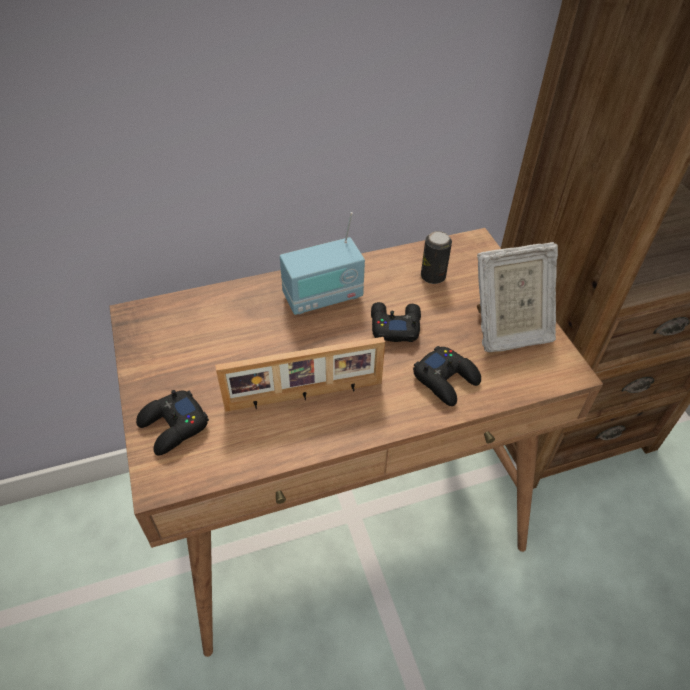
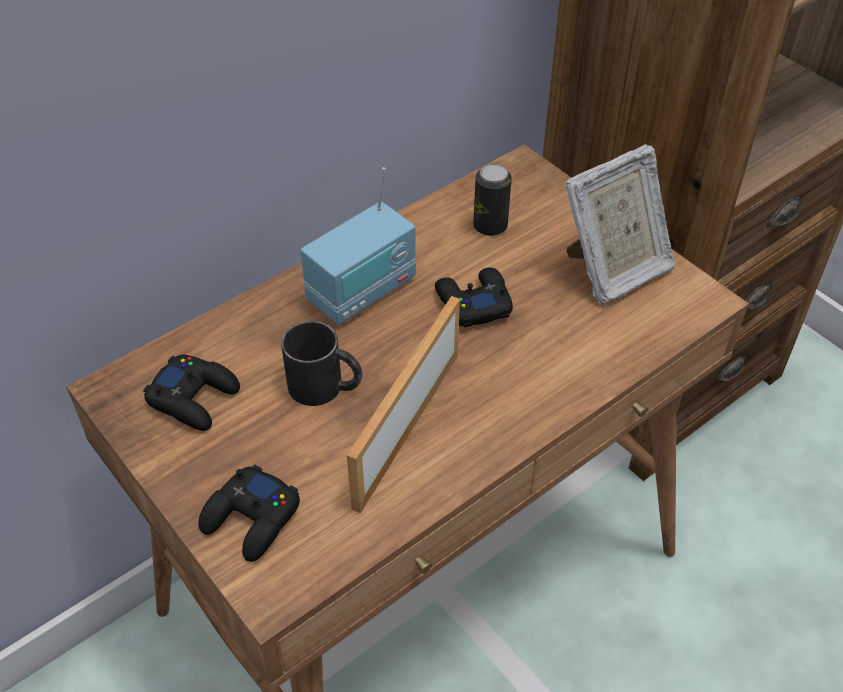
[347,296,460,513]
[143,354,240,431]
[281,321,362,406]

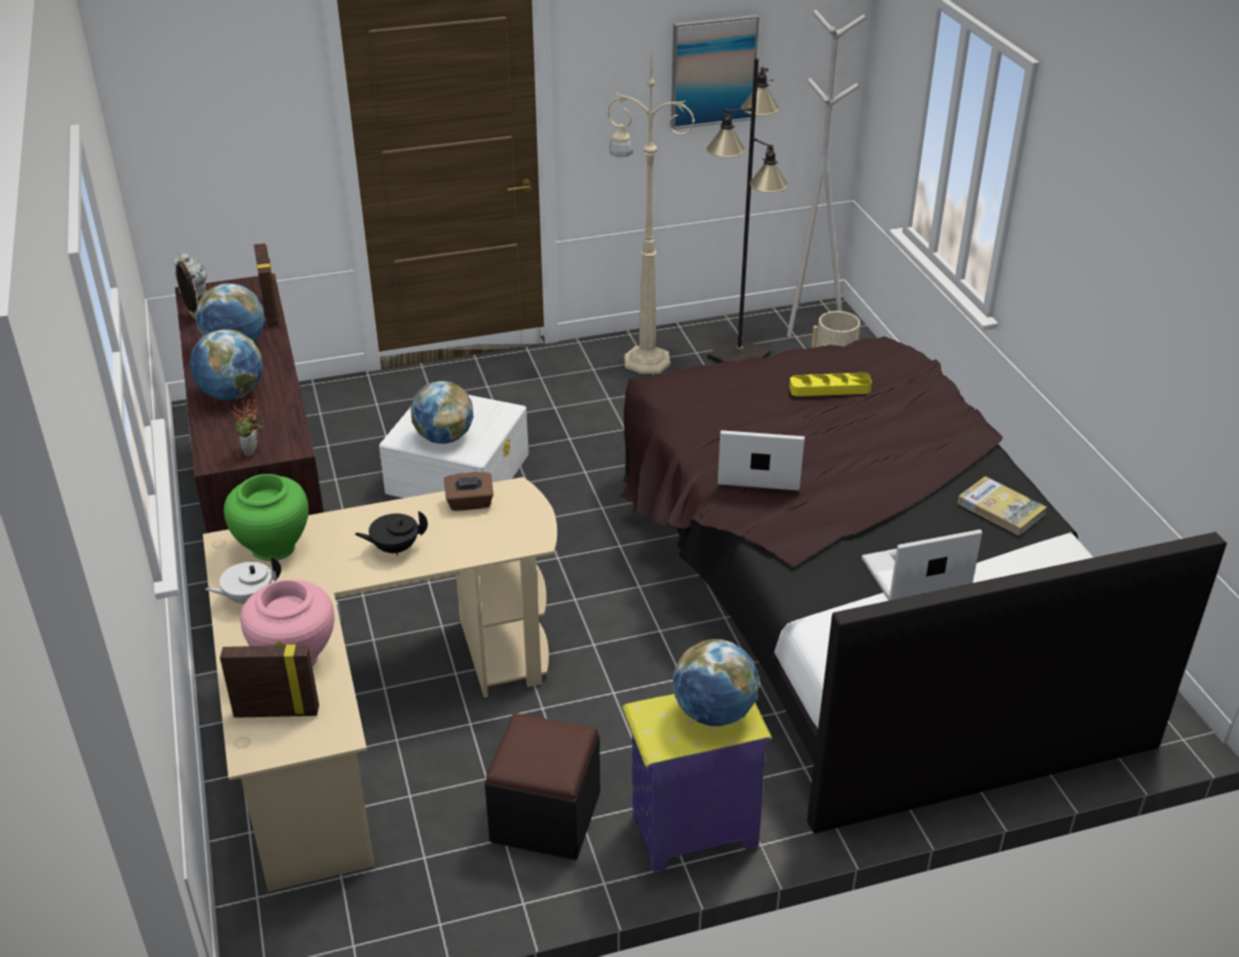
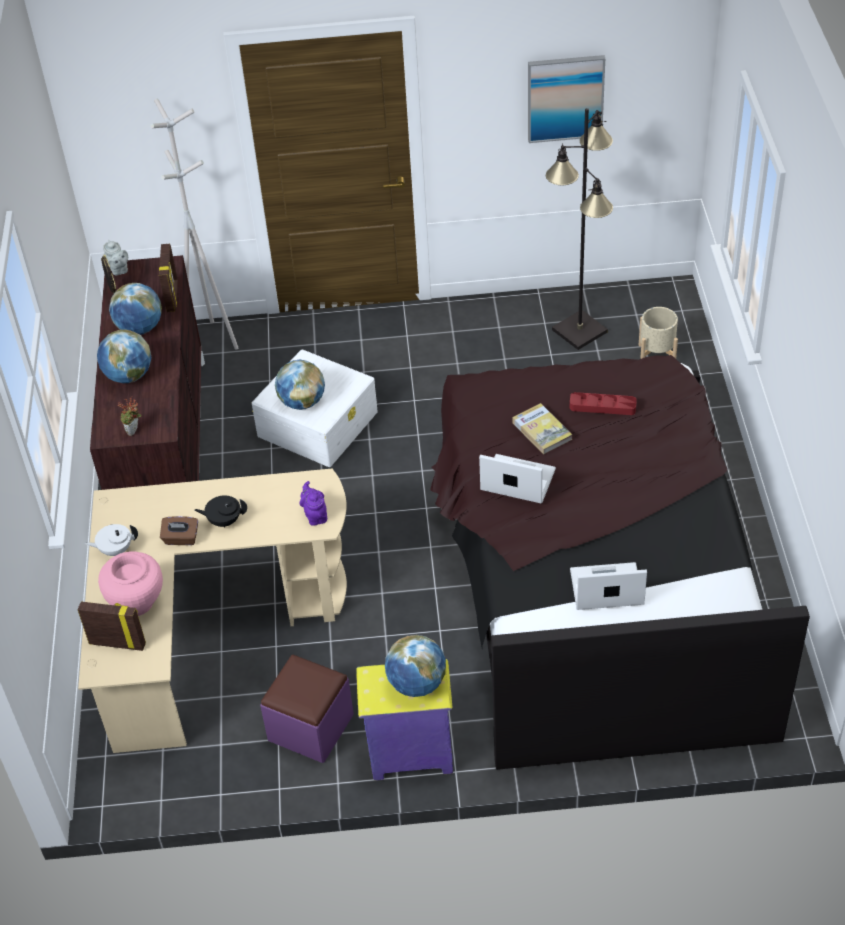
[150,99,239,349]
[607,47,695,374] (first image)
[570,392,637,415]
[160,516,198,545]
[224,474,309,561] (first image)
[512,403,572,454]
[260,655,354,763]
[299,481,327,526]

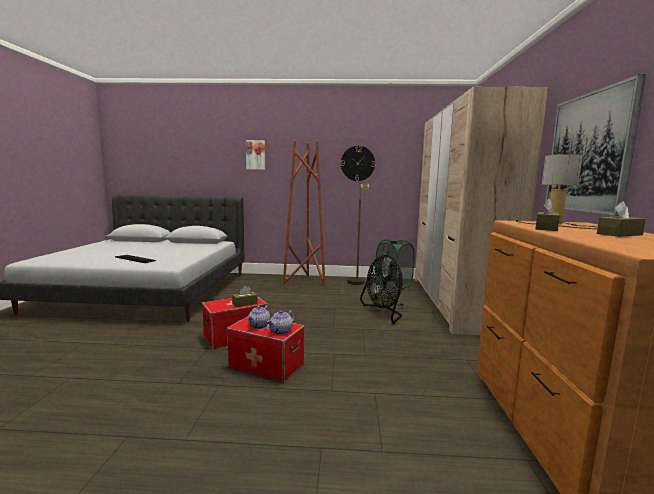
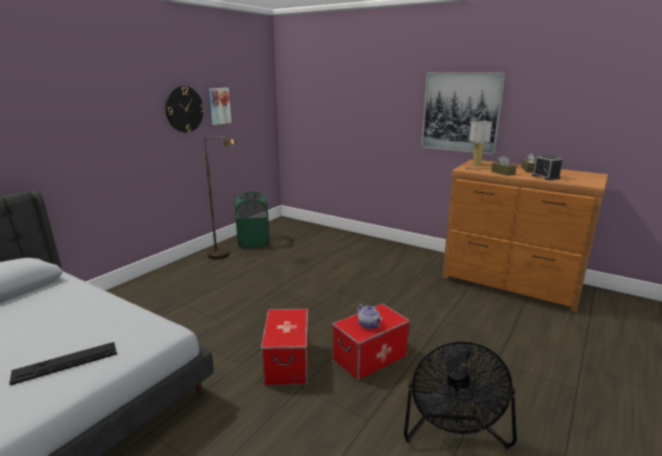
[415,87,548,335] (first image)
[209,88,232,125]
[283,140,326,286] (first image)
[404,341,517,450]
[232,286,257,307] (first image)
[267,310,295,335] (first image)
[532,155,563,180]

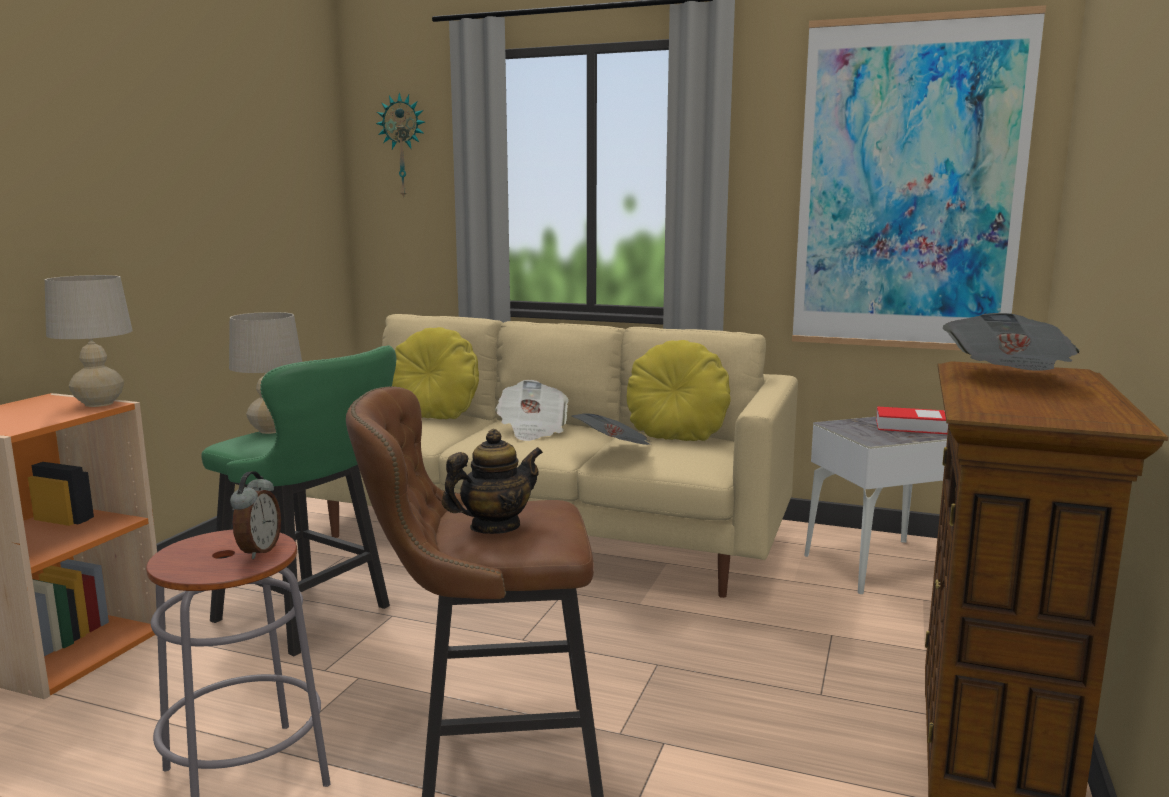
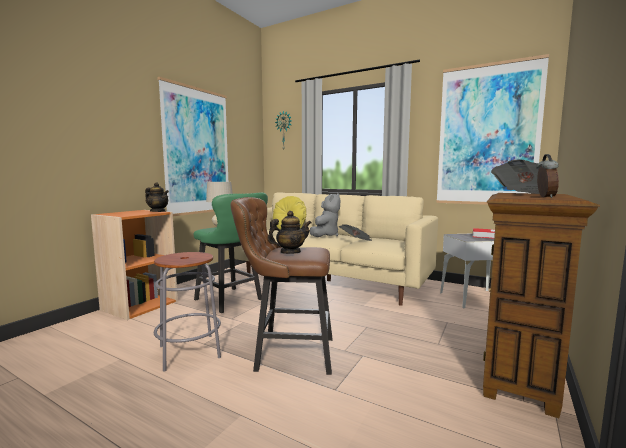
[145,182,169,212]
[627,340,731,441] (first image)
[310,193,341,237]
[537,154,559,198]
[157,77,228,216]

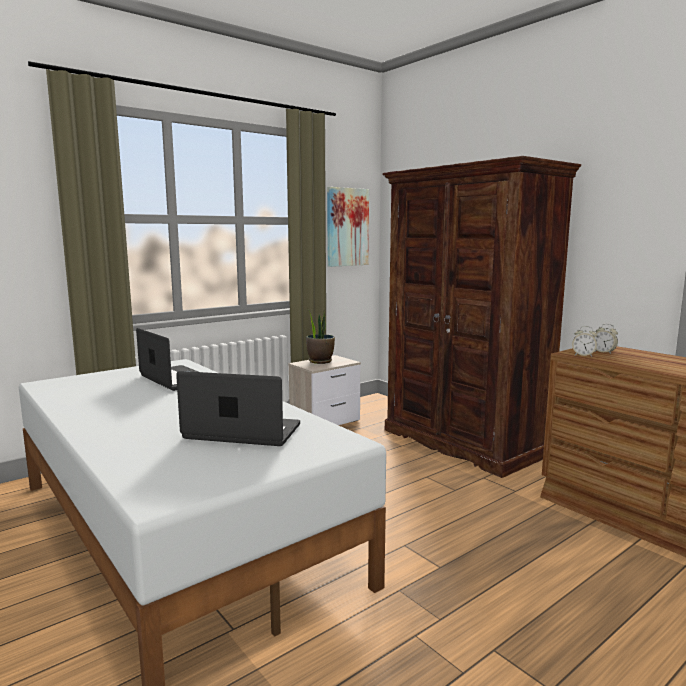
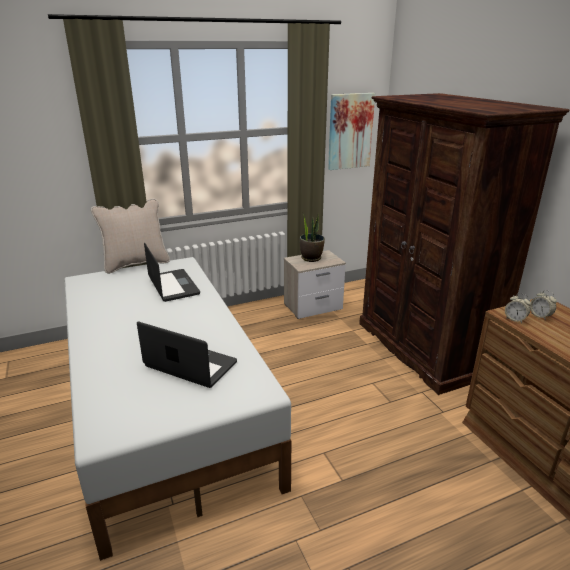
[91,199,170,274]

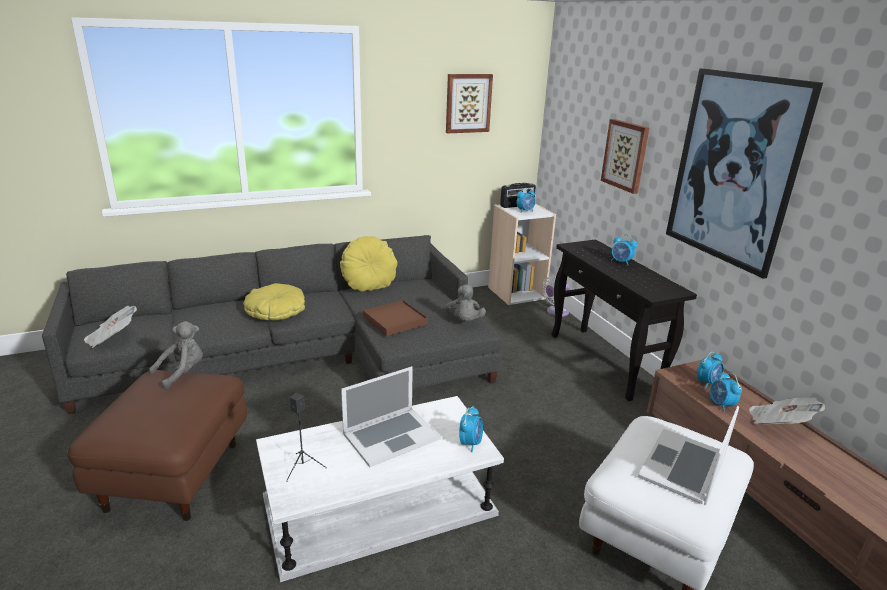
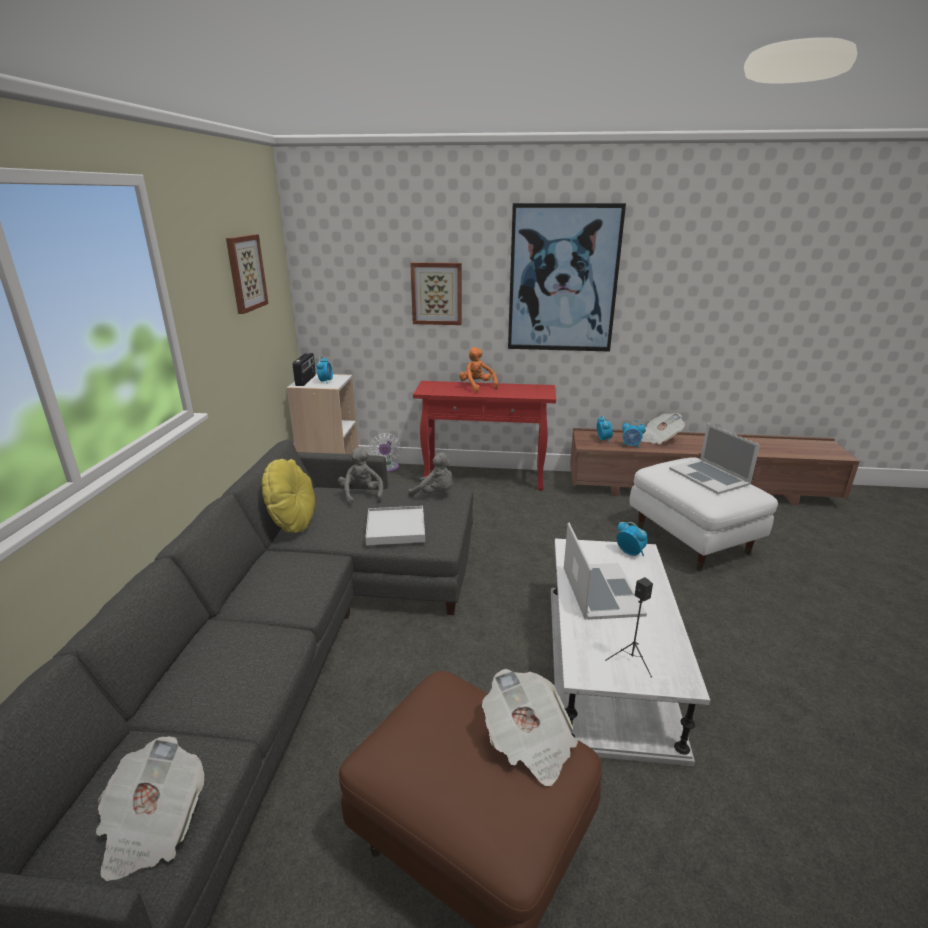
[459,347,498,392]
[413,381,556,491]
[243,283,305,320] (first image)
[365,506,425,545]
[338,448,383,505]
[482,669,578,786]

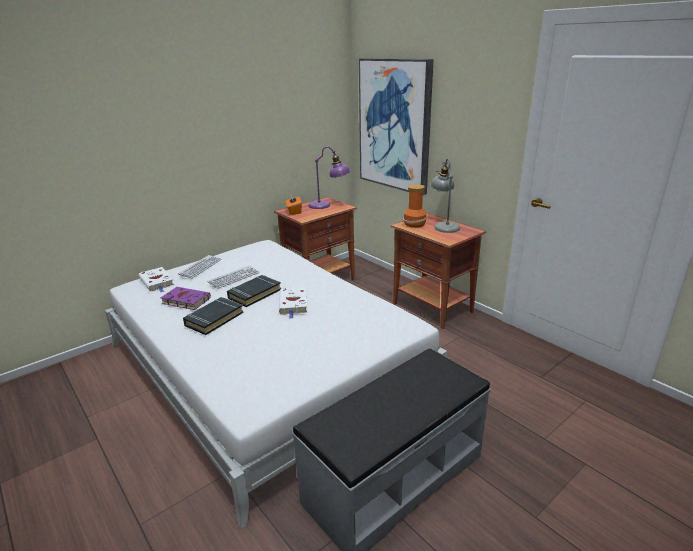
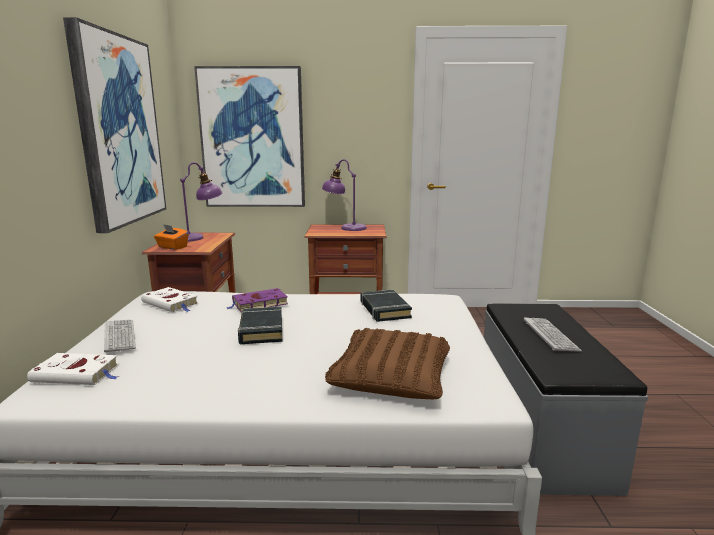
[322,159,367,231]
[403,184,427,228] (first image)
[524,318,582,352]
[227,288,288,312]
[141,287,198,312]
[360,290,412,322]
[63,17,166,233]
[325,328,450,399]

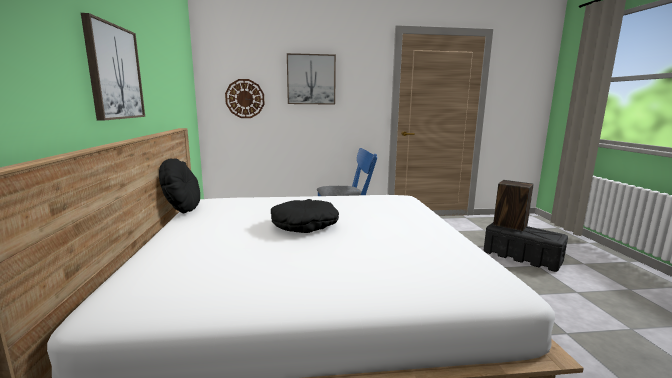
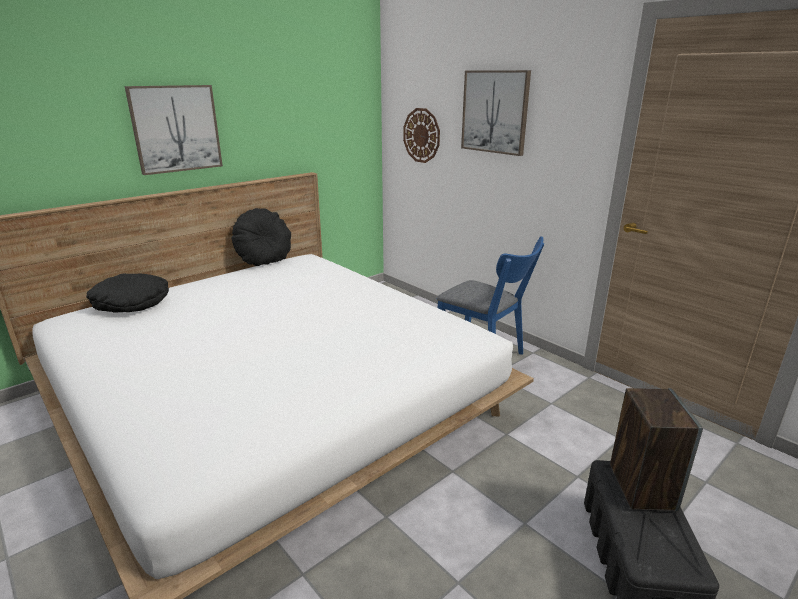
[86,274,169,313]

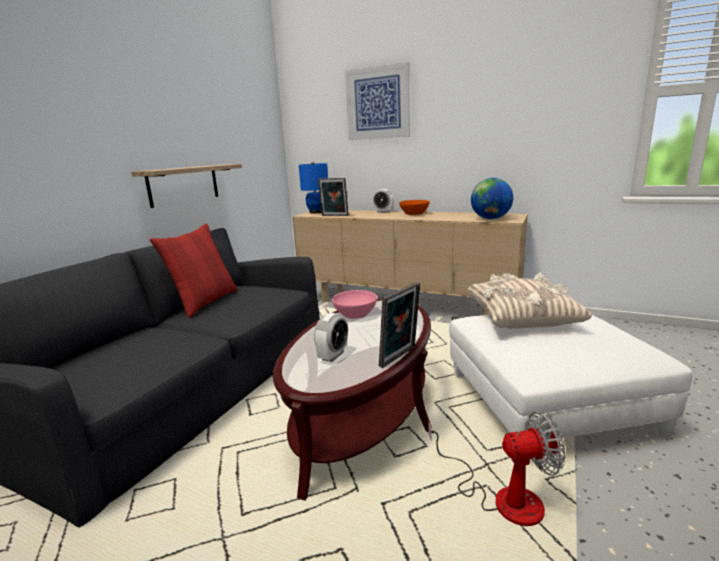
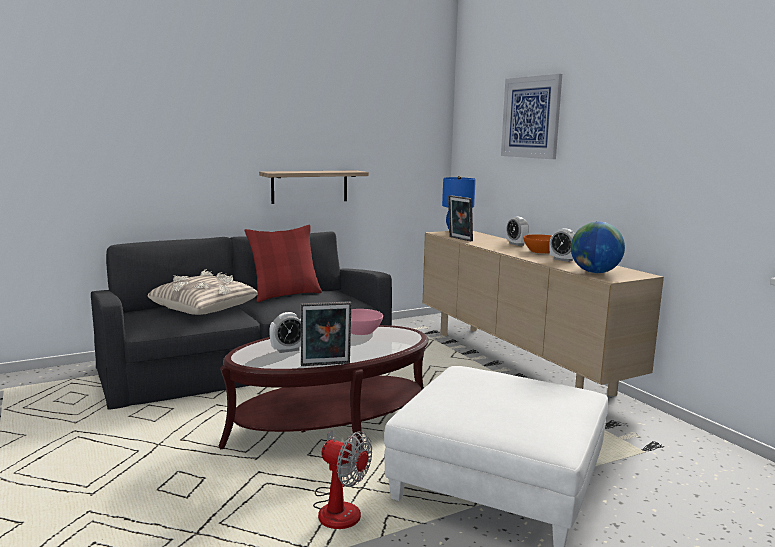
[148,269,258,315]
[549,228,575,262]

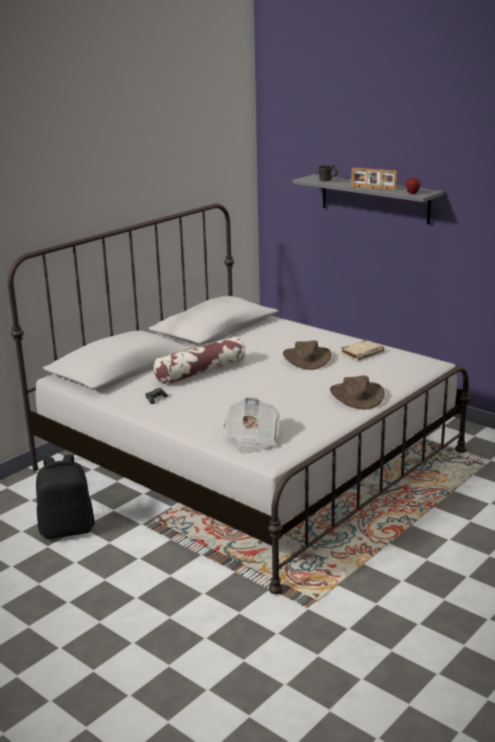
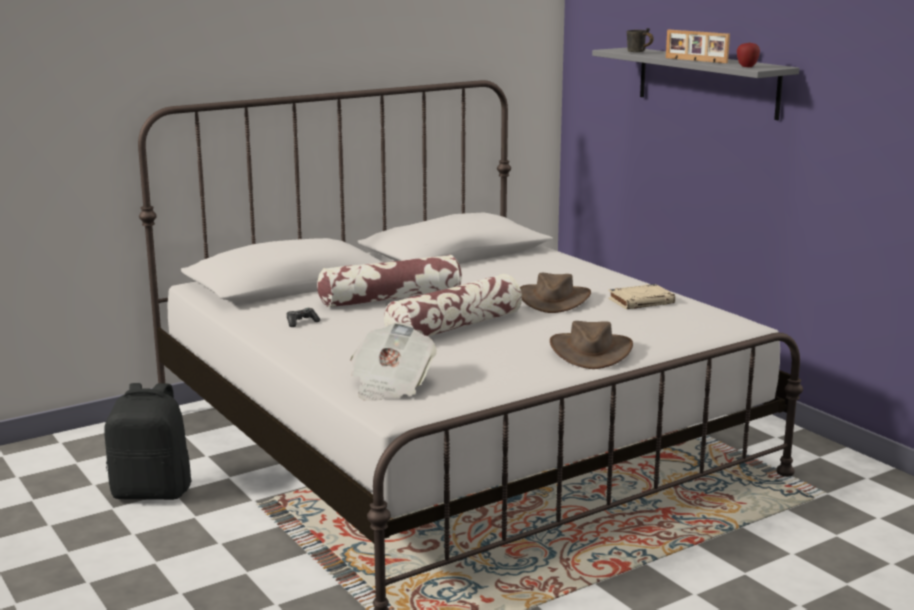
[384,274,522,337]

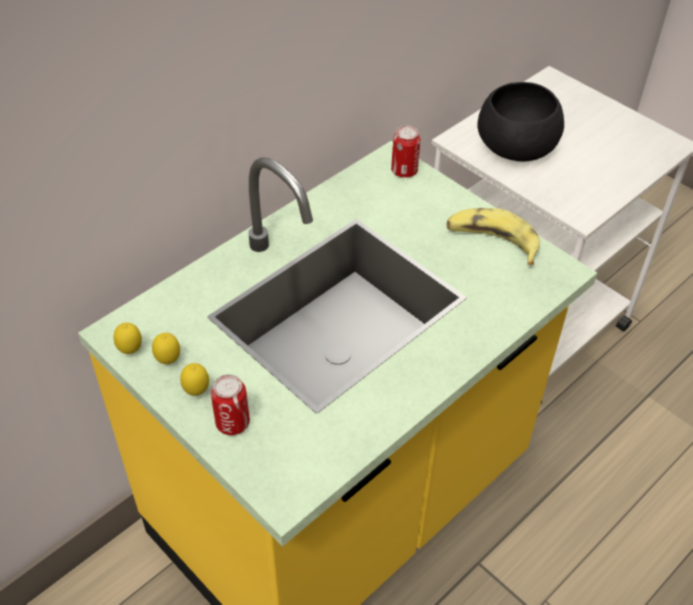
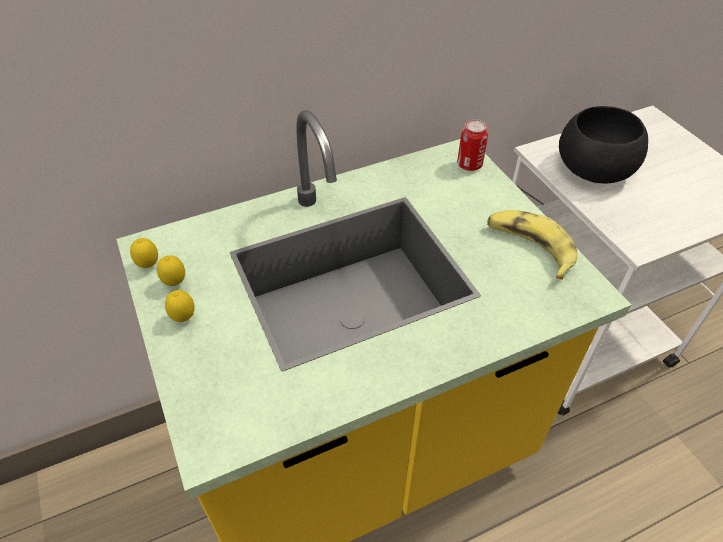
[211,374,250,435] (first image)

